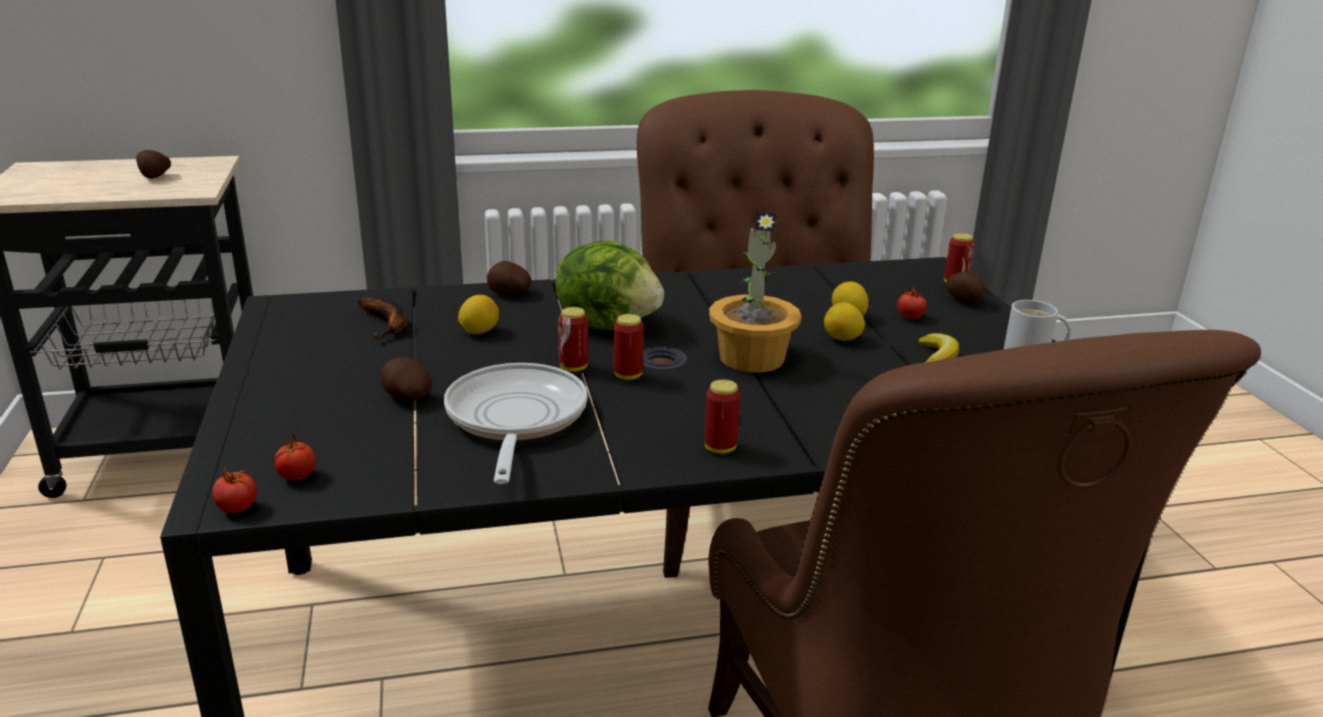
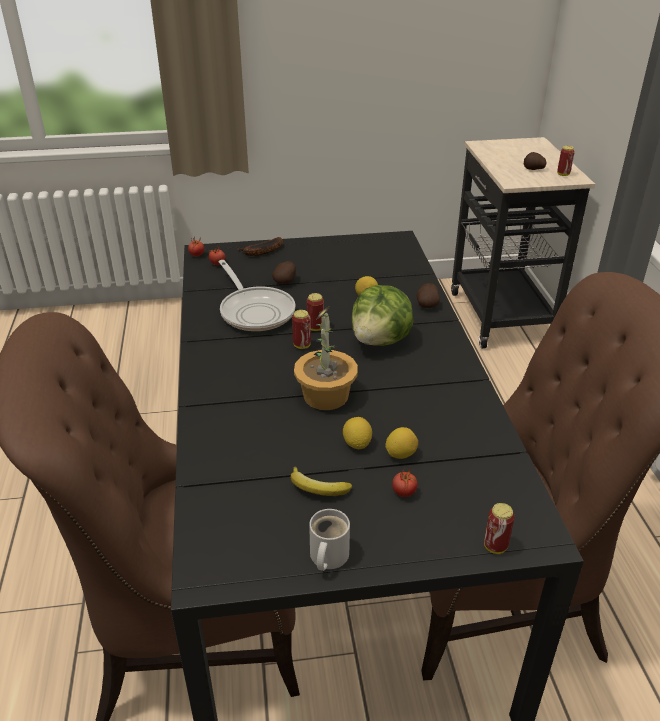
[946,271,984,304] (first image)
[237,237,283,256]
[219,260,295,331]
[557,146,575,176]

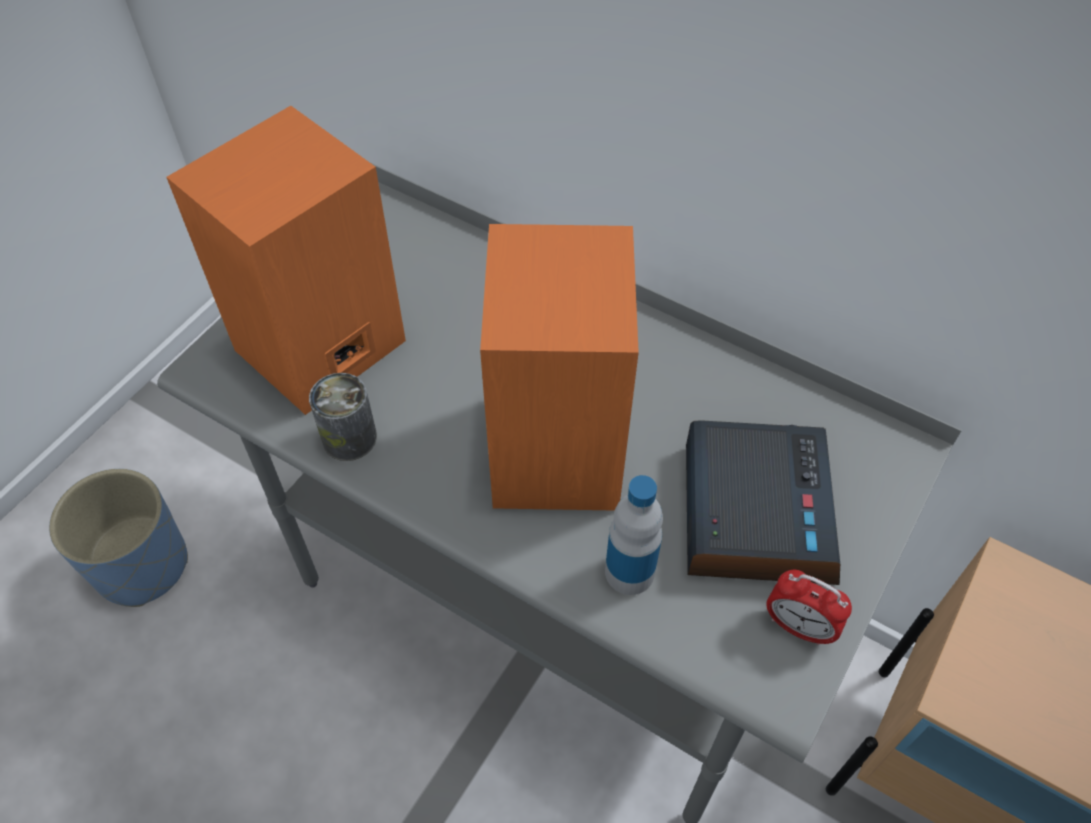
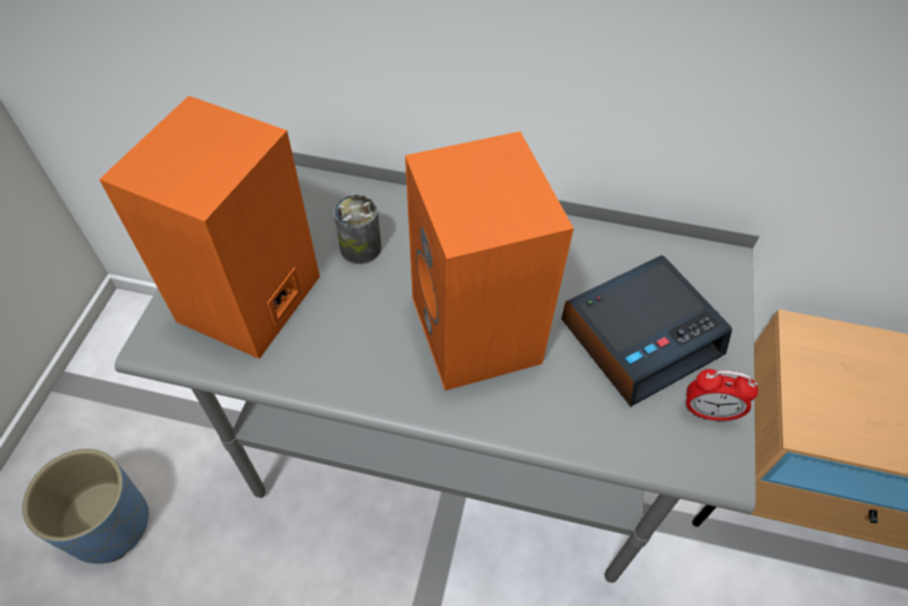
[334,195,382,264]
[561,255,732,407]
[605,475,663,595] (first image)

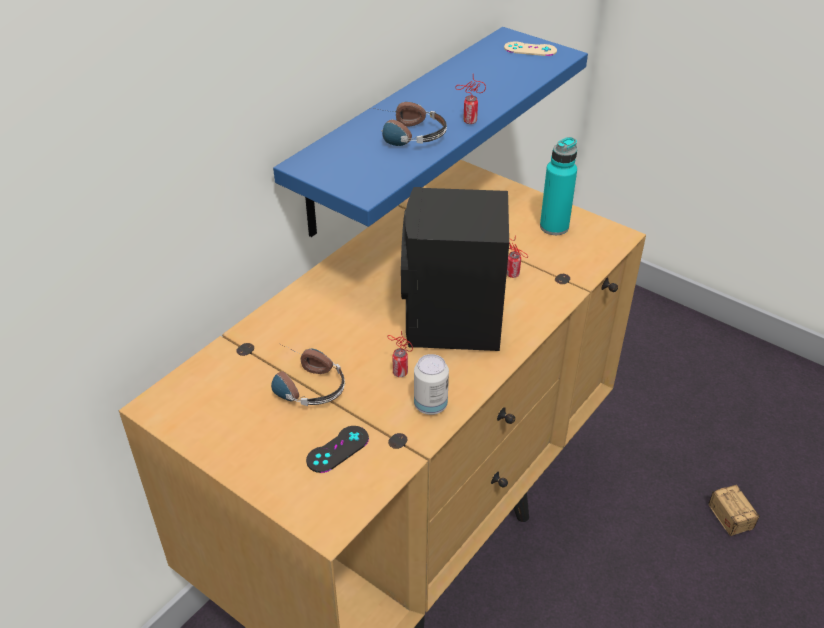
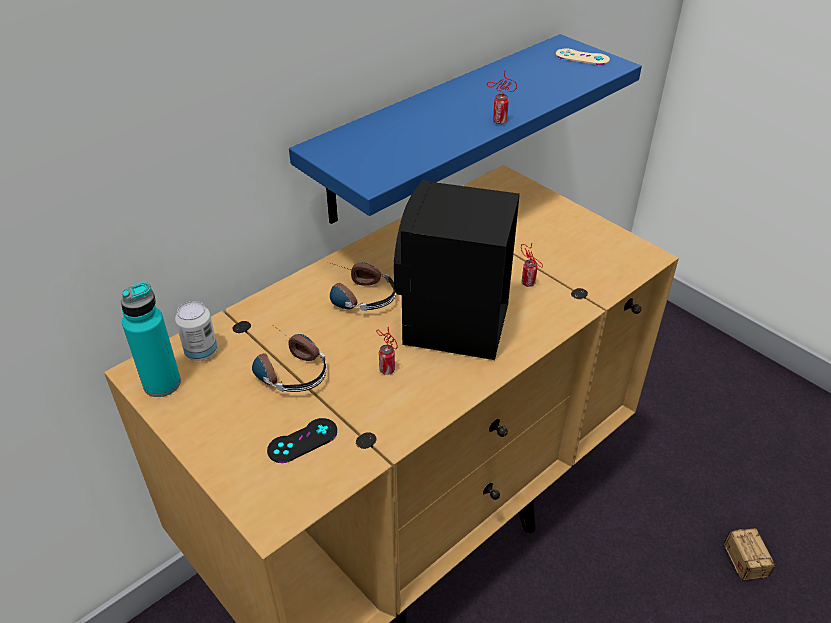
[328,262,396,311]
[121,282,181,397]
[175,301,218,361]

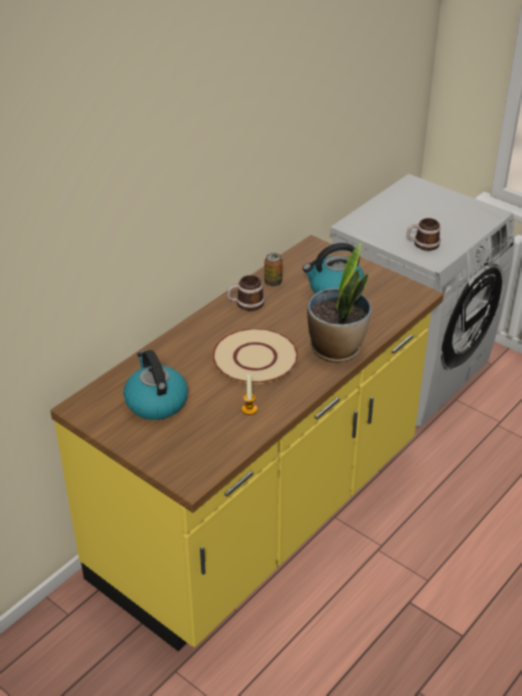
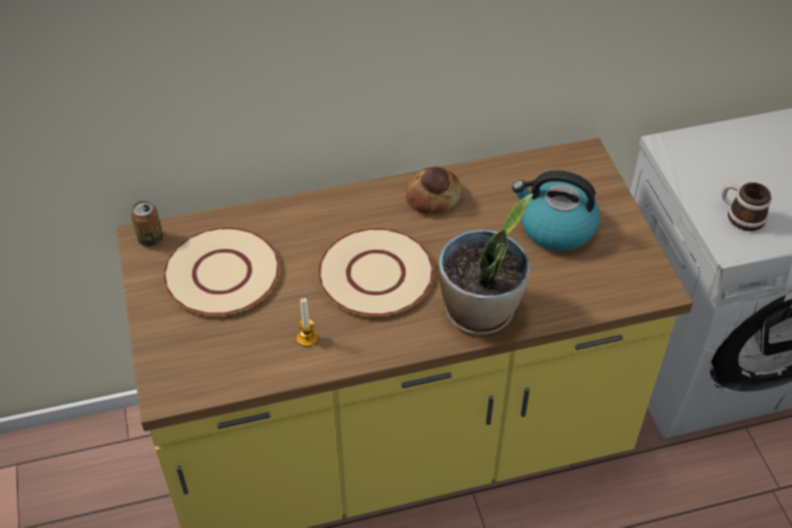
[131,200,163,246]
[406,166,462,214]
[163,227,280,316]

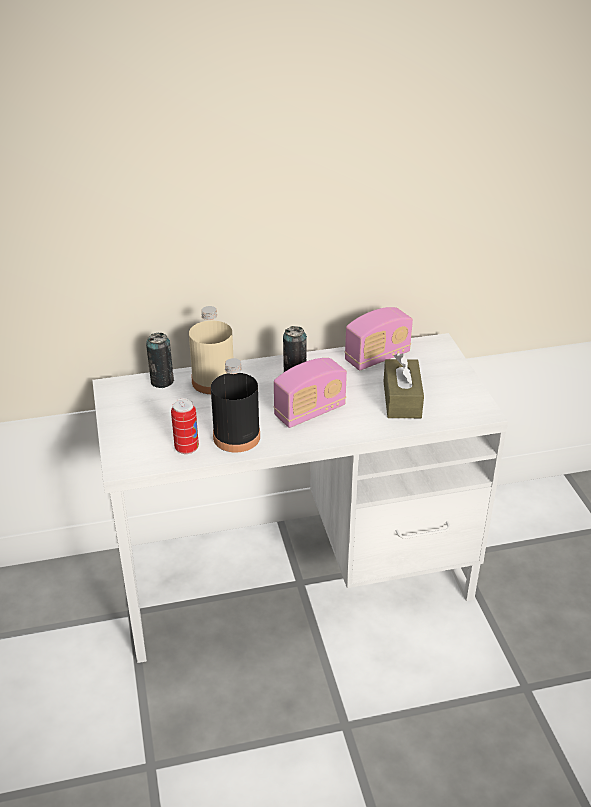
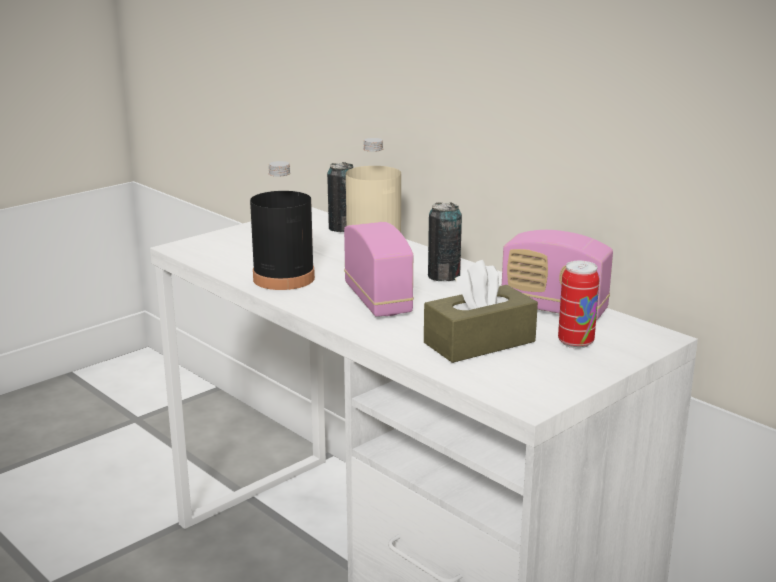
[344,222,414,317]
[558,261,600,349]

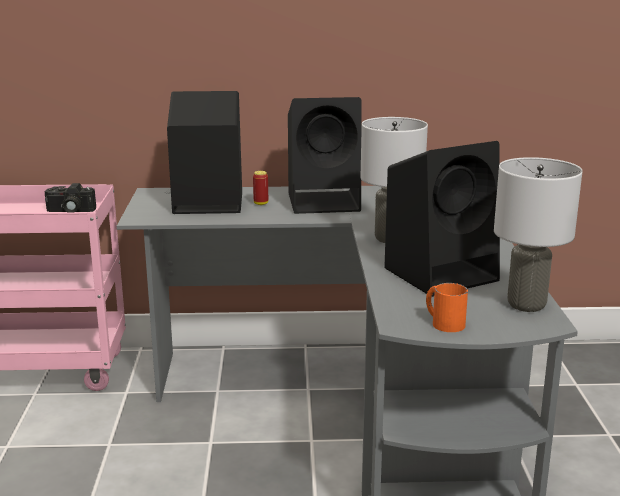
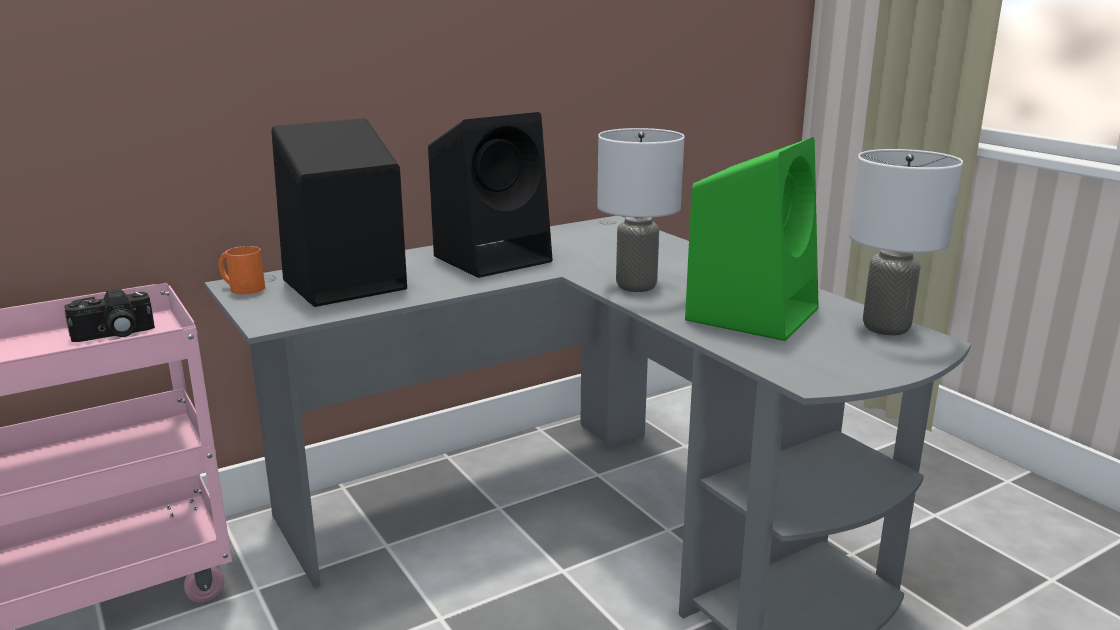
[685,137,819,341]
[253,171,268,205] (first image)
[219,246,265,294]

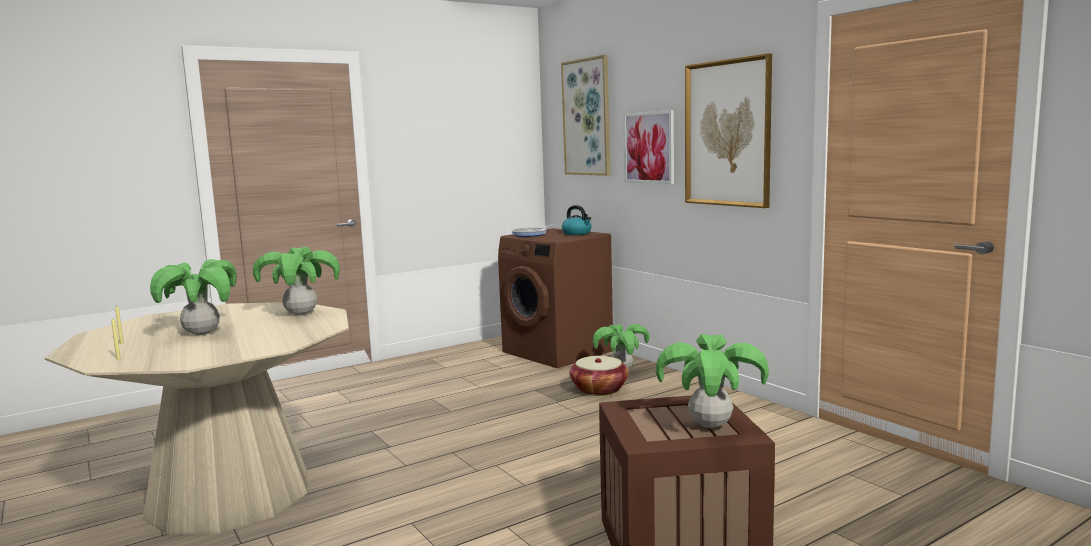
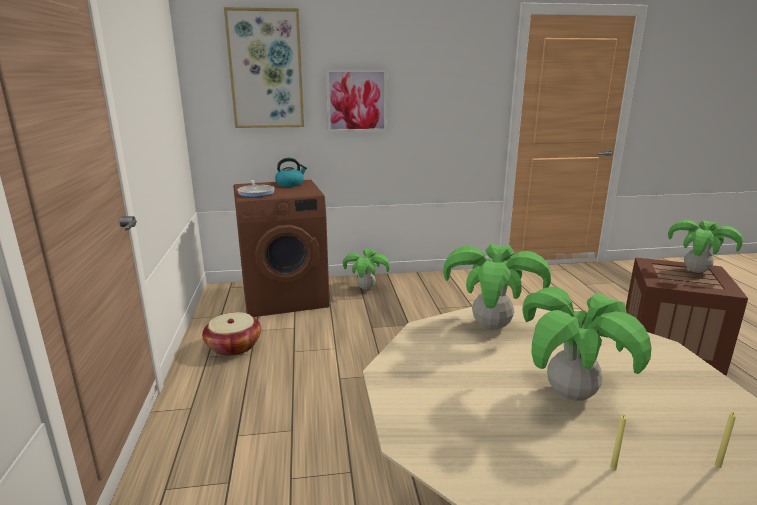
[685,53,772,208] (first image)
[202,312,261,356]

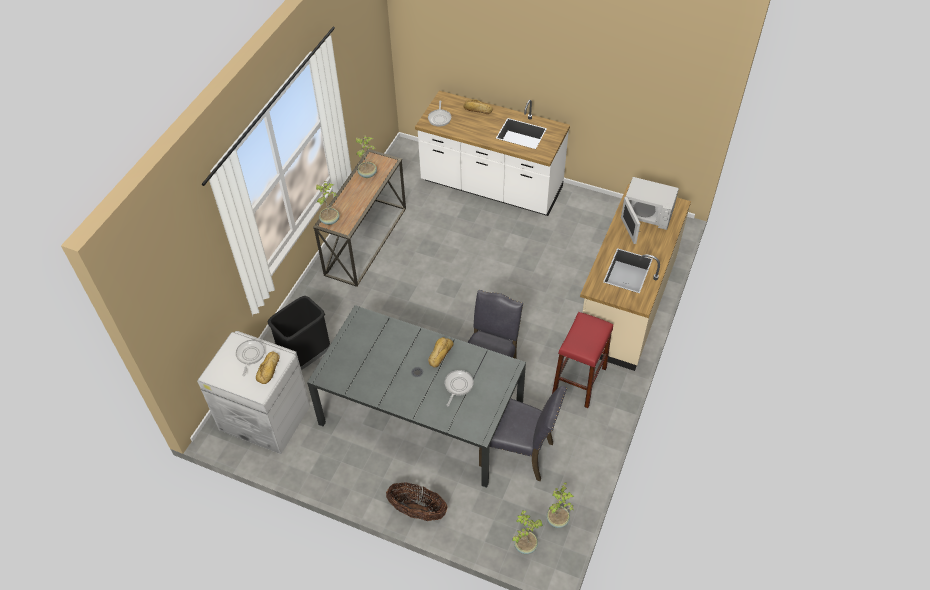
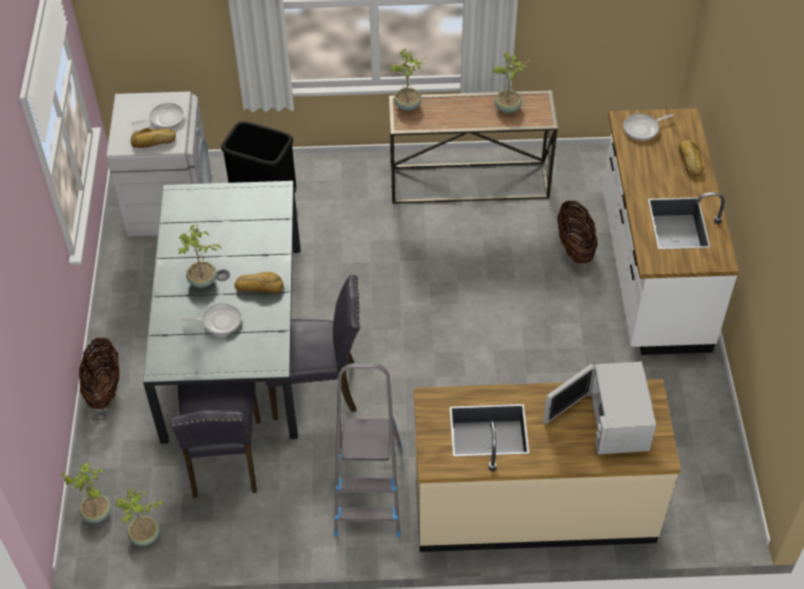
[334,363,402,537]
[557,201,598,264]
[177,225,221,288]

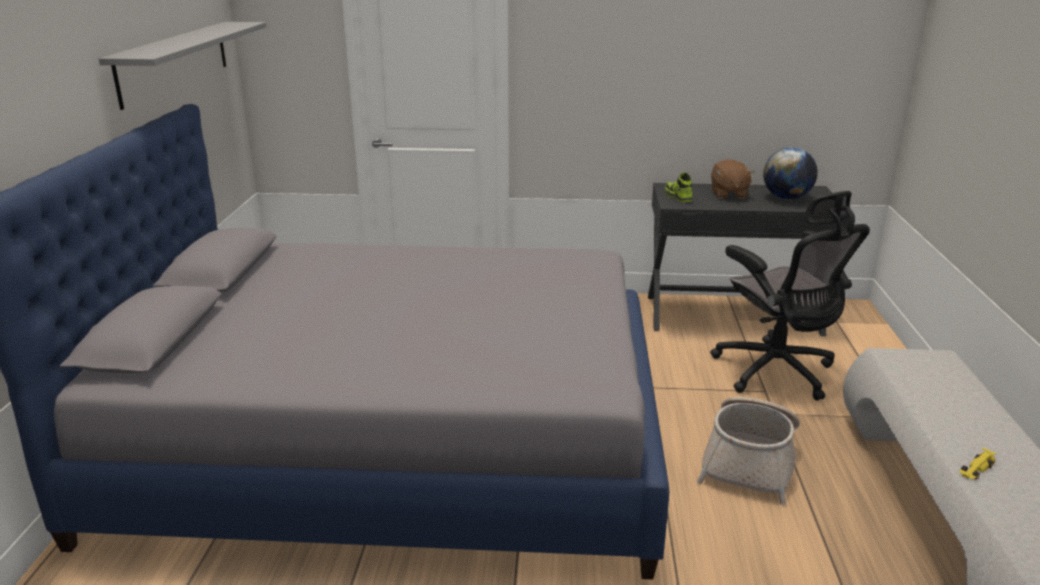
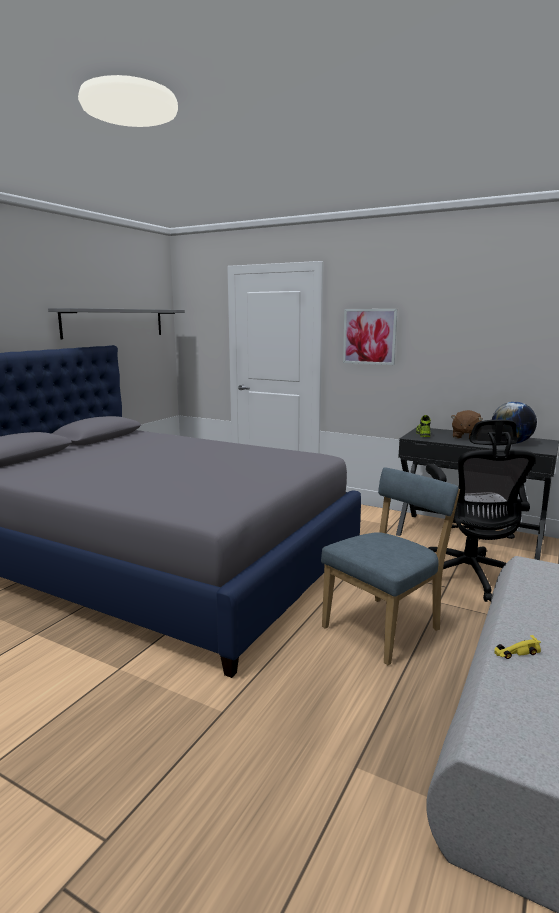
[321,467,460,665]
[343,309,398,365]

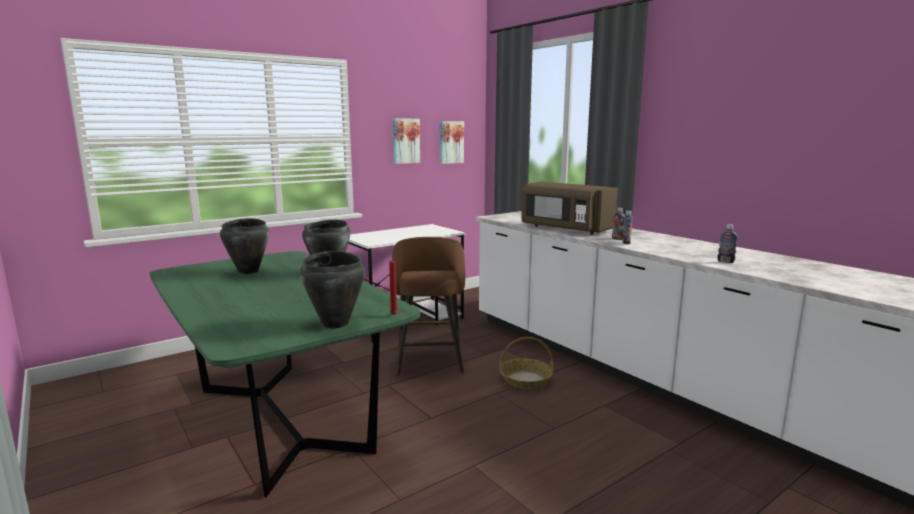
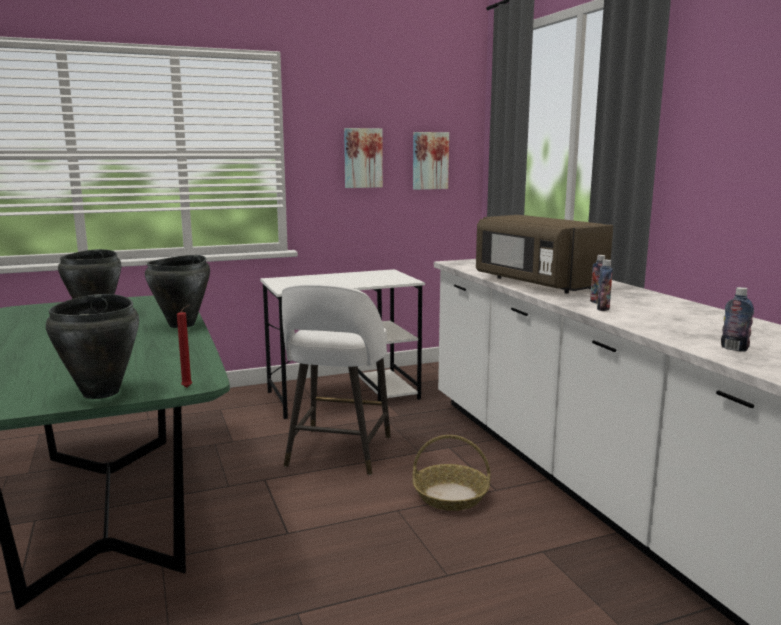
[282,284,391,475]

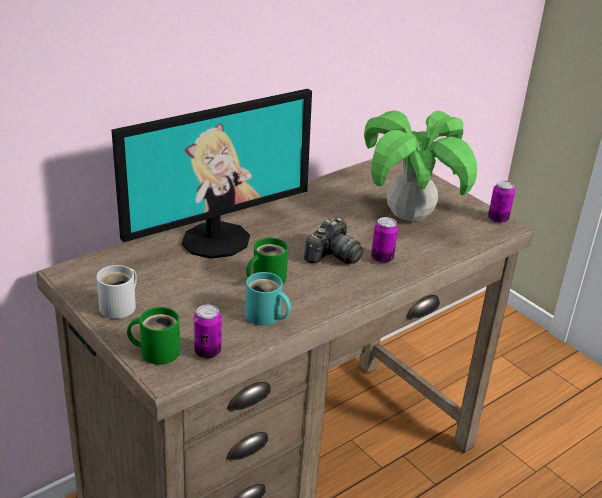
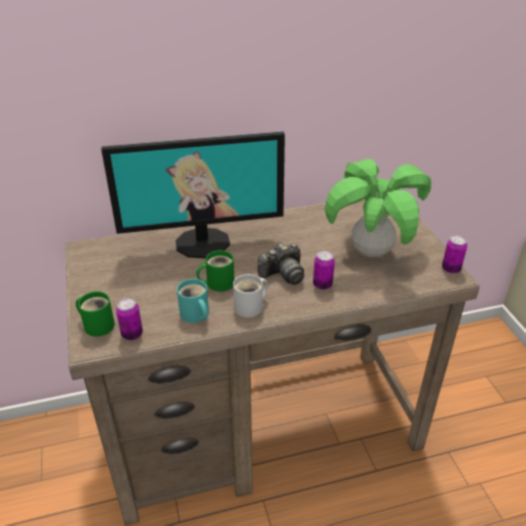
[233,274,268,318]

